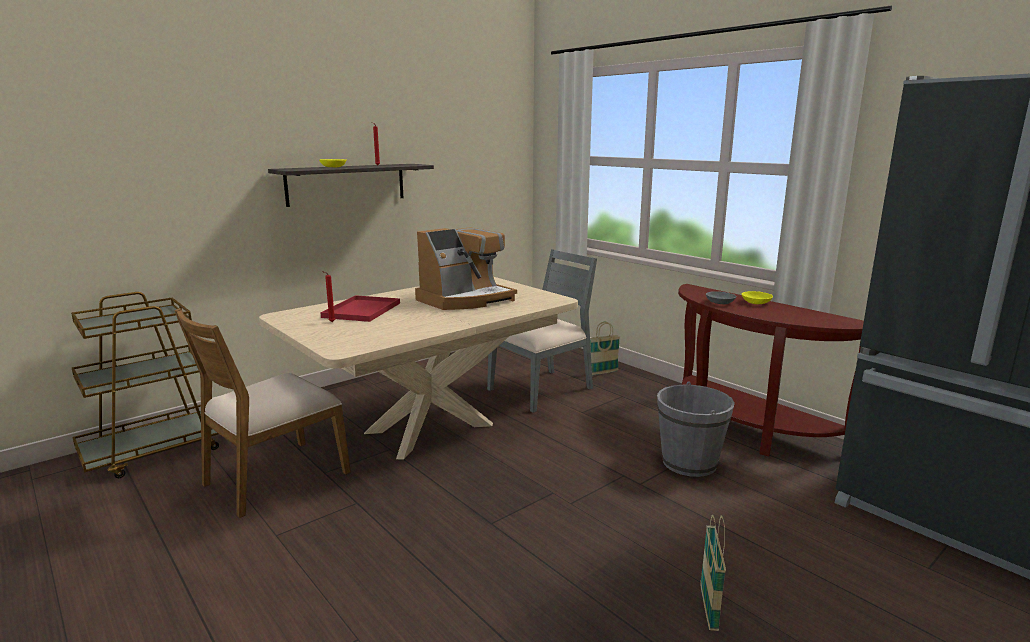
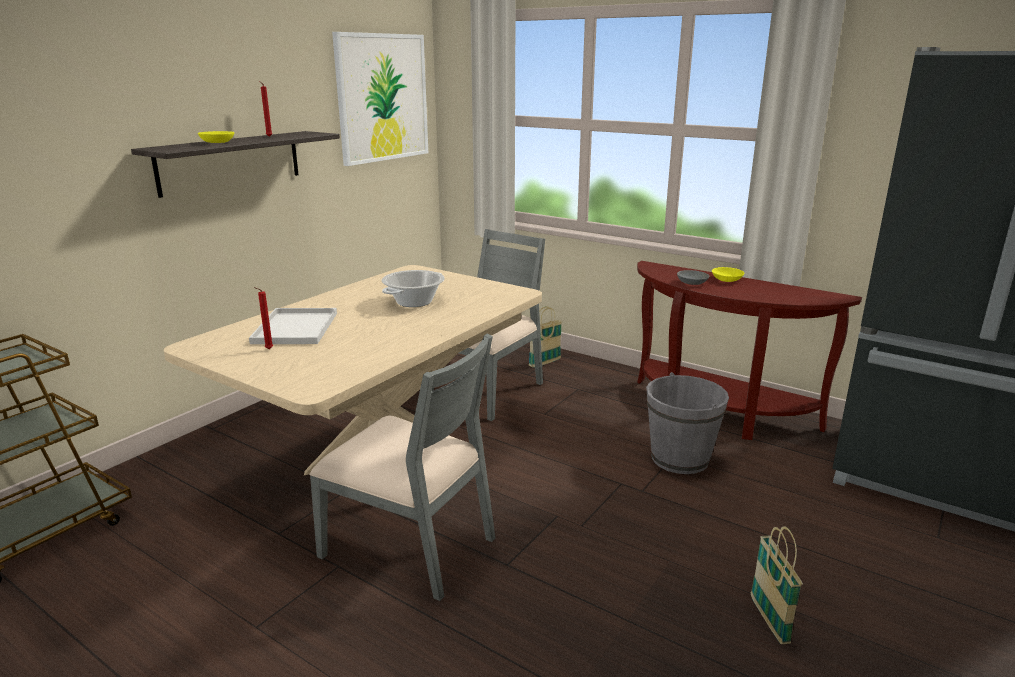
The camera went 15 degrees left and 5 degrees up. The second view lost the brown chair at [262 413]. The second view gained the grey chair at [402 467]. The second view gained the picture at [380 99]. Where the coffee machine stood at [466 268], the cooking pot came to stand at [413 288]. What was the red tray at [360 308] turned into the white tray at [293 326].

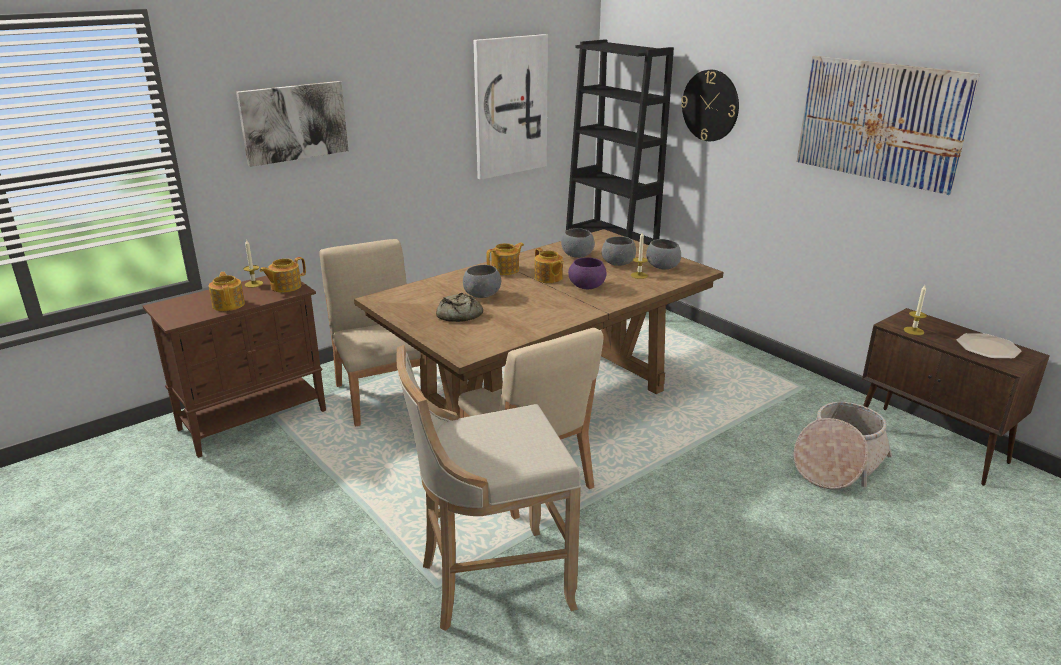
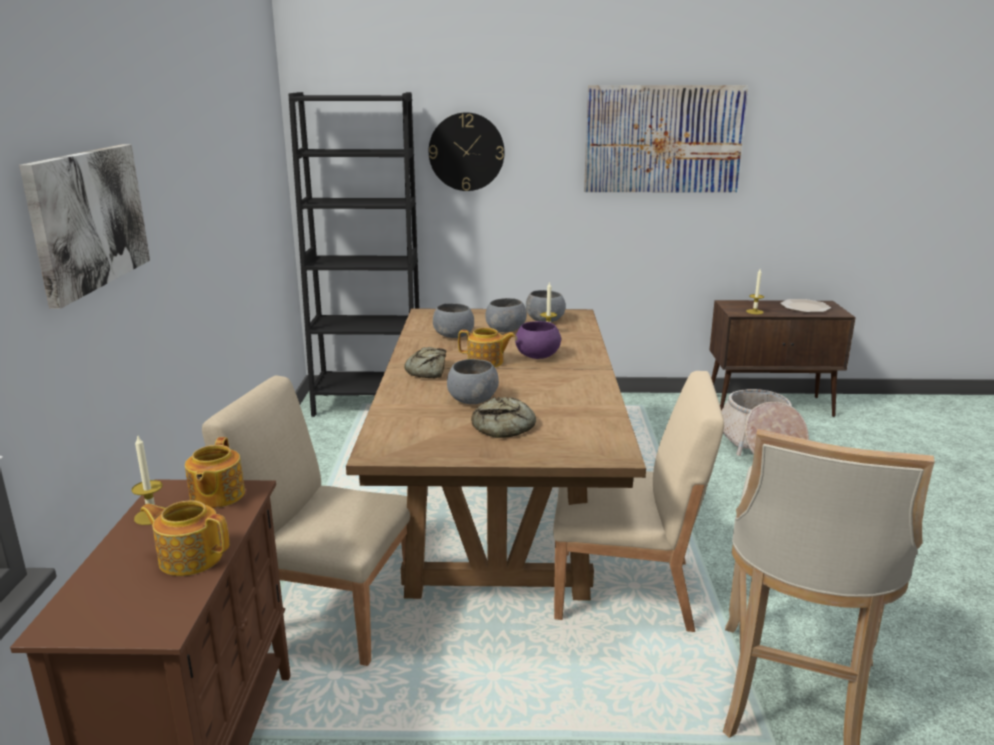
The camera went 50 degrees left and 5 degrees down. The second view lost the picture at [511 107]. Where the teapot stood at [505 258], the bread came to stand at [425 362].

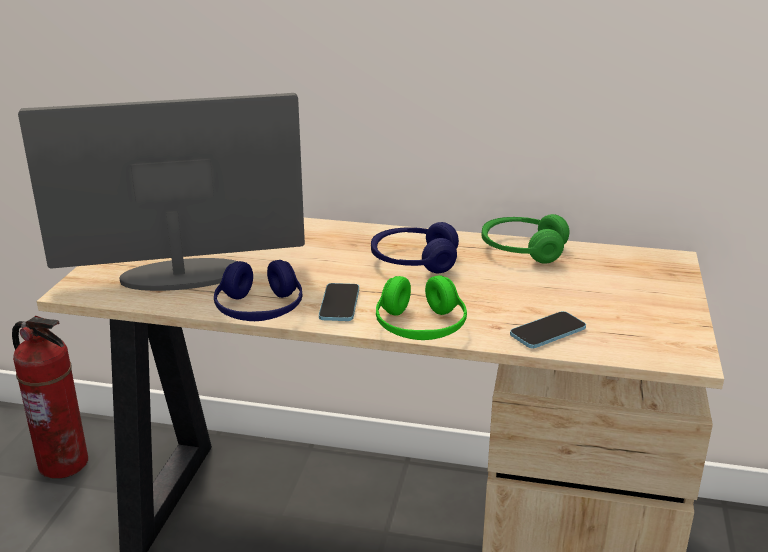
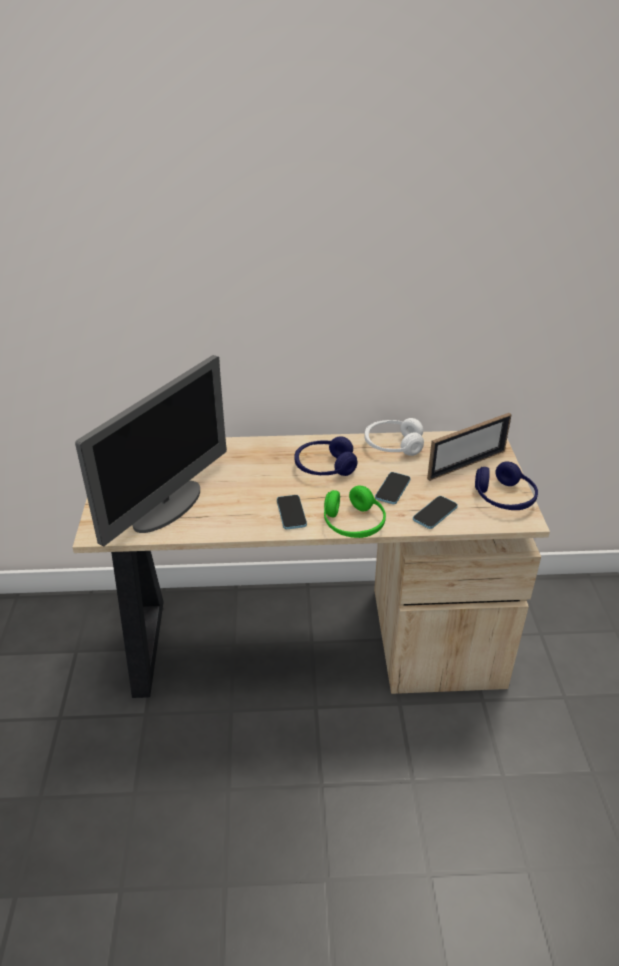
The camera went 15 degrees left and 10 degrees up. The second view lost the fire extinguisher at [50 397]. The second view gained the phone at [393 488]. The second view gained the picture frame at [469 447]. The blue headphones ended up elsewhere, having gone from [258 290] to [506 485]. What was the green headphones at [525 239] turned into the white headphones at [394 437]. The monitor at [161 192] ended up facing another way, 150 degrees clockwise from before.

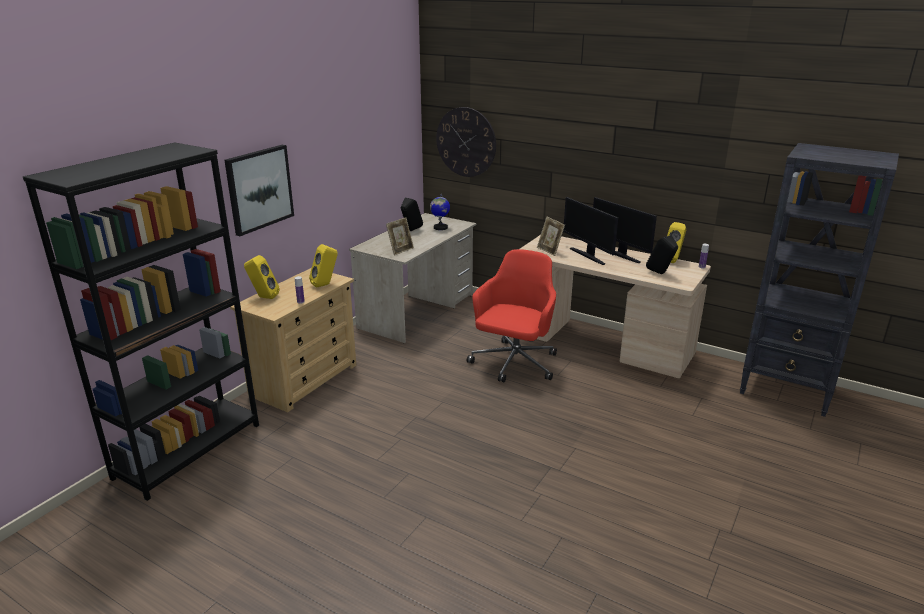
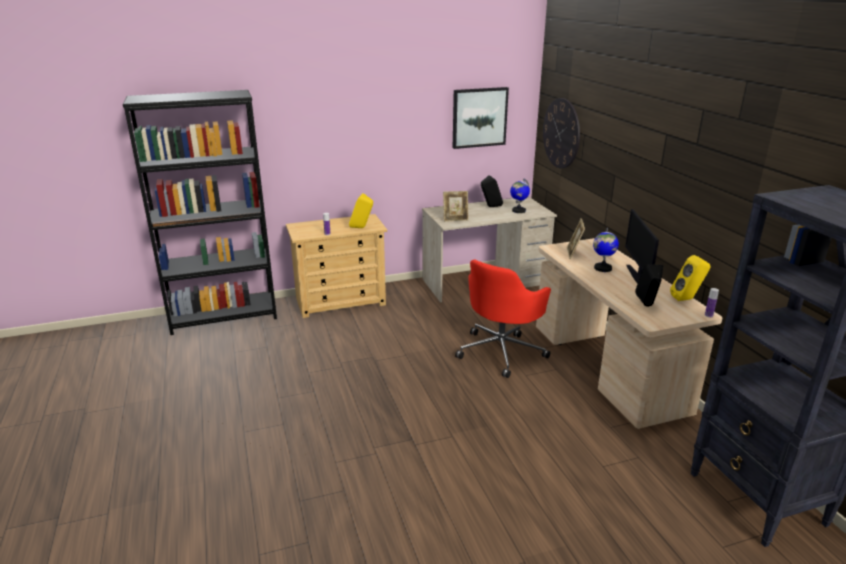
The camera went 40 degrees right and 0 degrees up. The second view lost the yellow speaker at [262 277]. The picture ended up elsewhere, having gone from [259 190] to [481 118]. Where the monitor stood at [590 231], the globe came to stand at [606 250]. The red office chair at [512 315] ended up facing another way, 150 degrees clockwise from before.

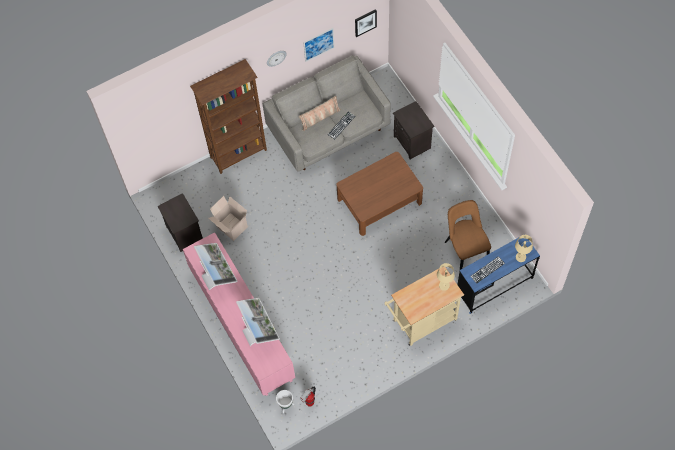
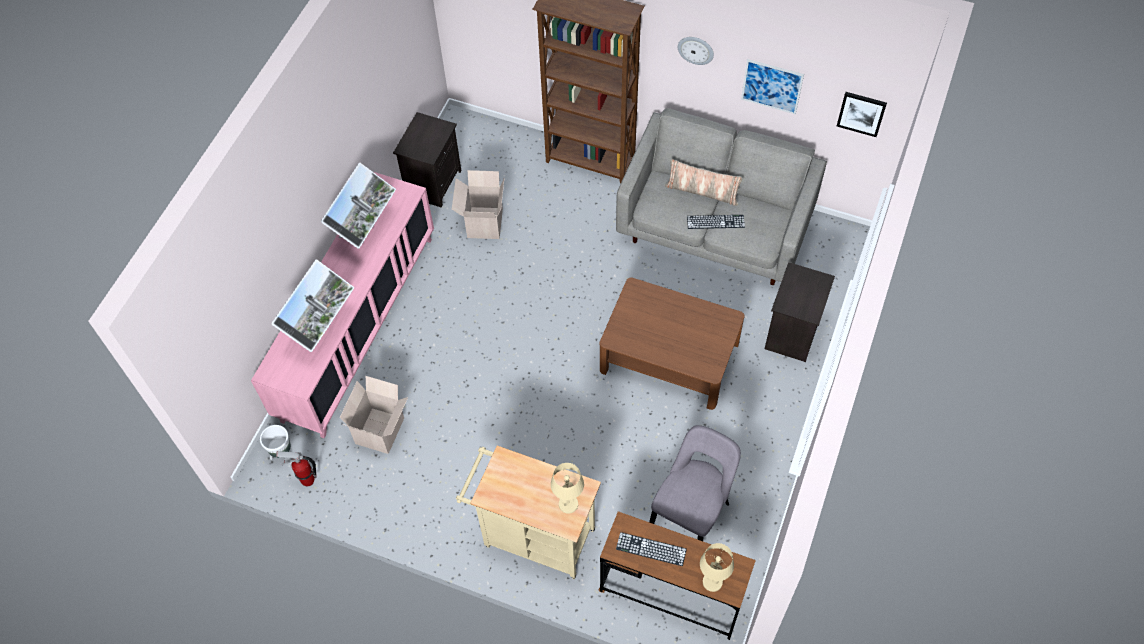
The camera went 50 degrees right and 5 degrees down. The second view gained the cardboard box at [374 415]. What was the brown chair at [468 235] turned into the grey chair at [695 483]. What was the blue desk at [498 274] turned into the brown desk at [677 575].

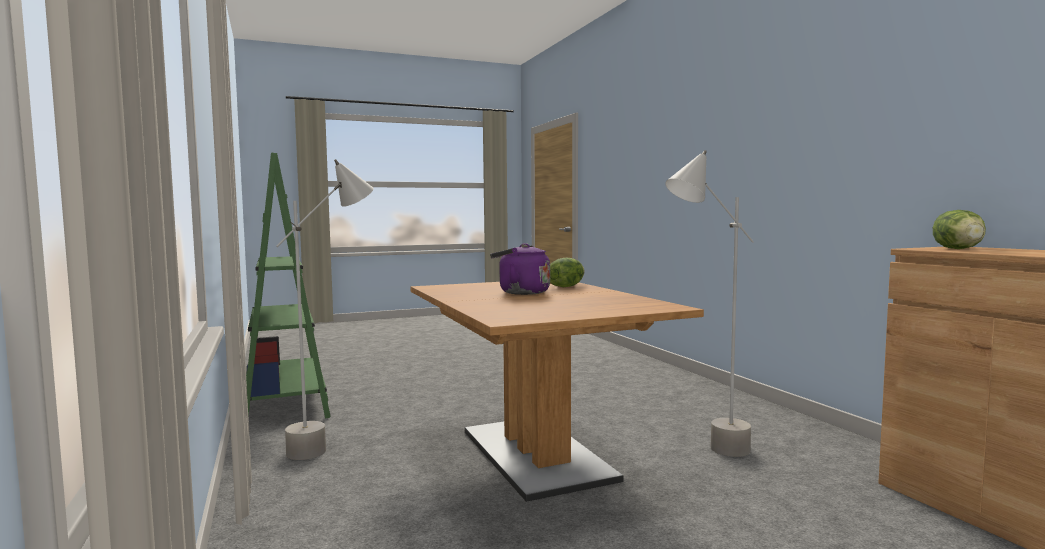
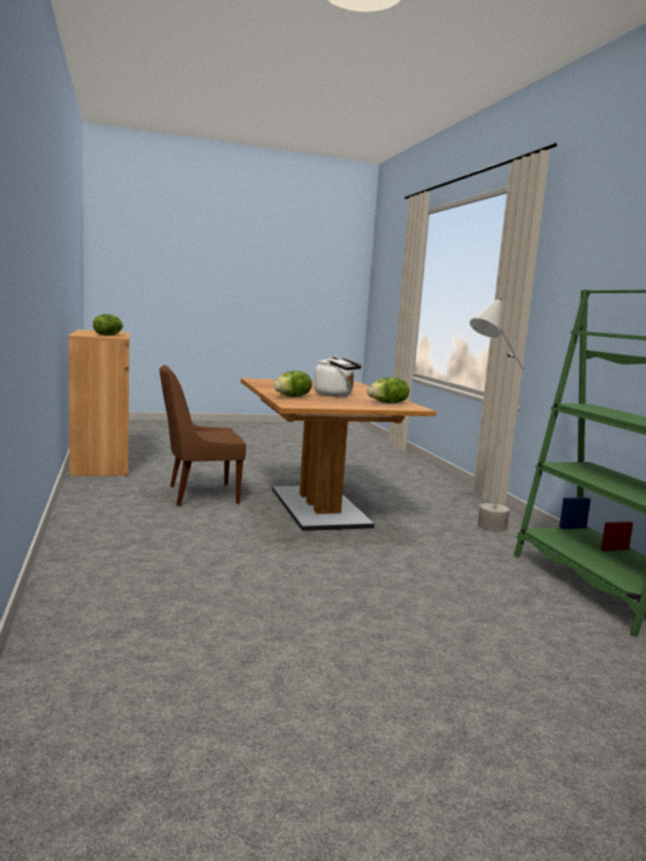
The camera went 175 degrees left and 5 degrees up. The second view gained the lettuce at [388 390]. Where the grey floor lamp stood at [709 303], the brown chair came to stand at [202 435]. What was the purple kettle at [520 269] turned into the white kettle at [338 376].

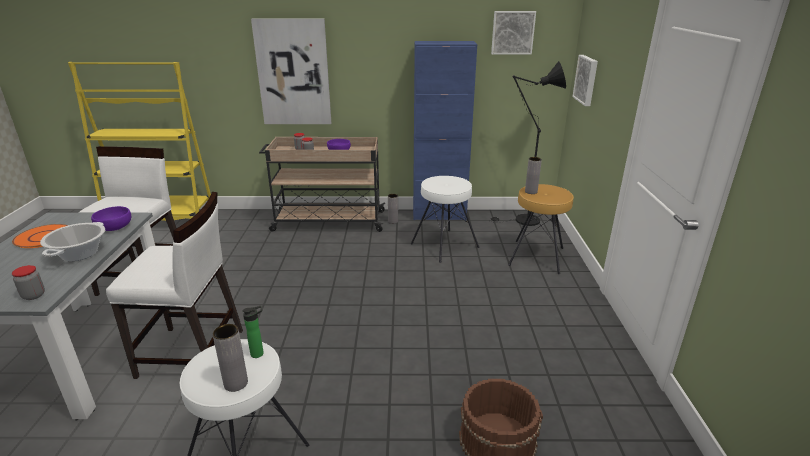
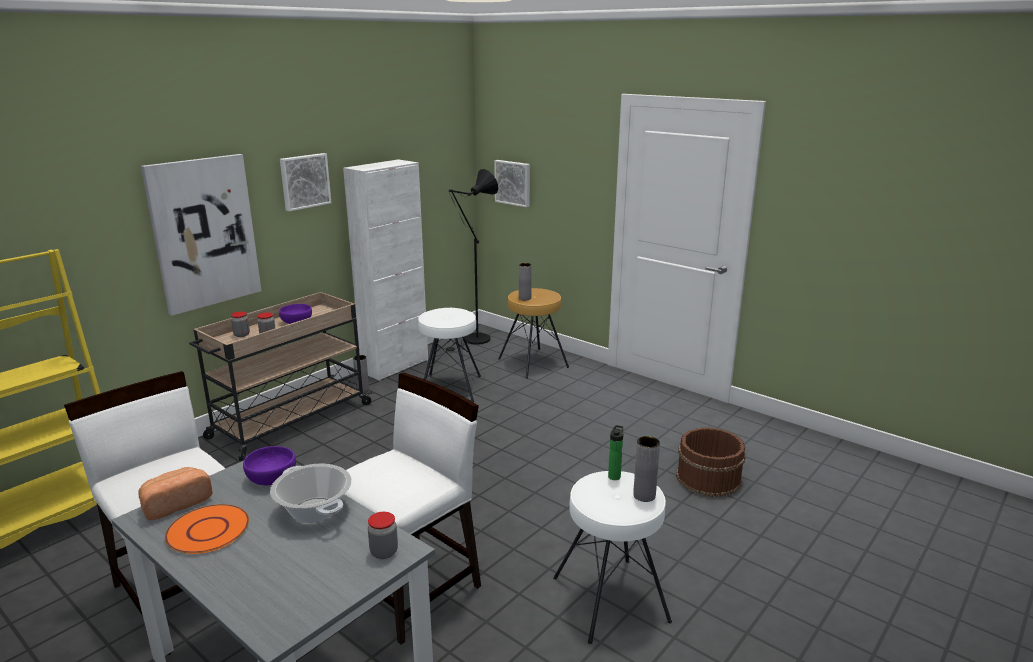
The camera went 50 degrees left and 5 degrees down. The second view gained the bread at [176 493]. The picture ended up elsewhere, having gone from [513 33] to [305 182]. What was the blue cabinet at [445 130] turned into the white cabinet at [385 270].

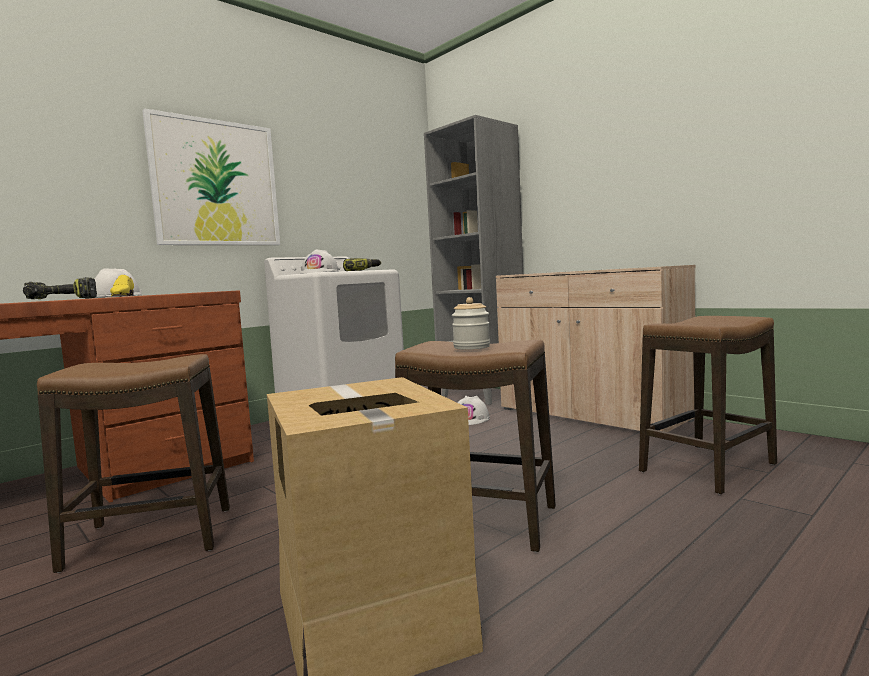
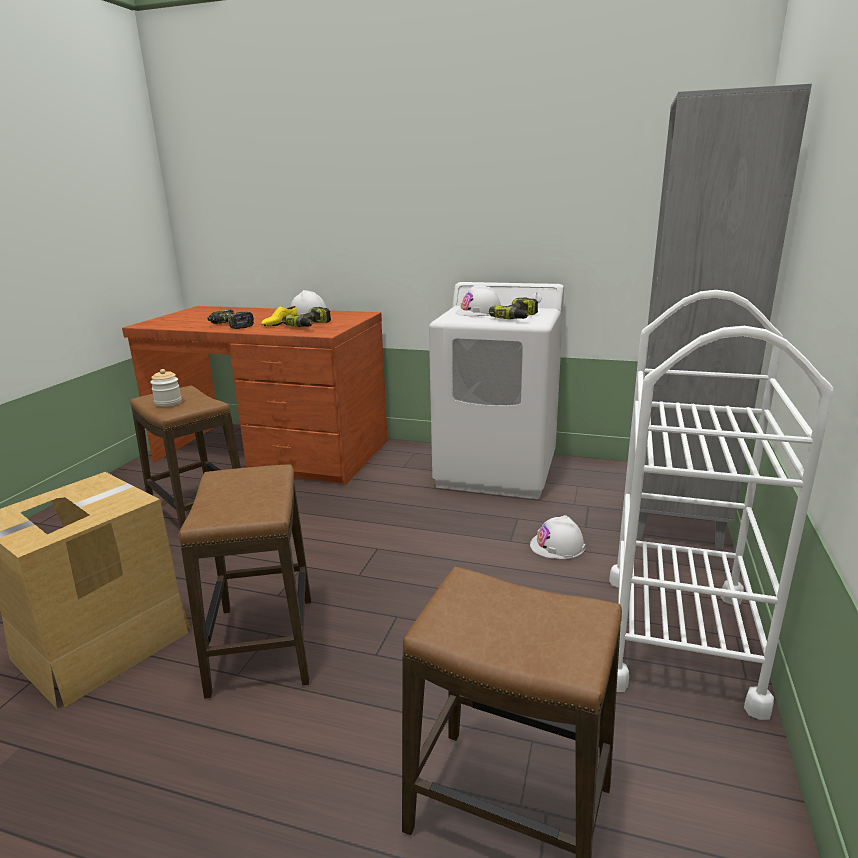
The camera went 60 degrees right and 15 degrees up. The second view lost the picture at [211 176]. The second view gained the power drill at [306 317]. The jar ended up elsewhere, having gone from [471 323] to [166 387]. Where the beige cabinet stood at [595 348], the white cart came to stand at [721 505].

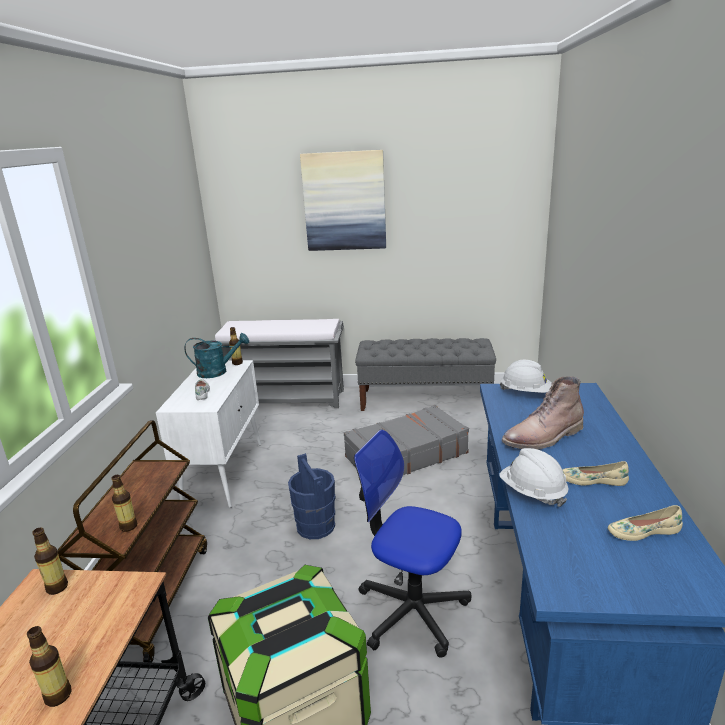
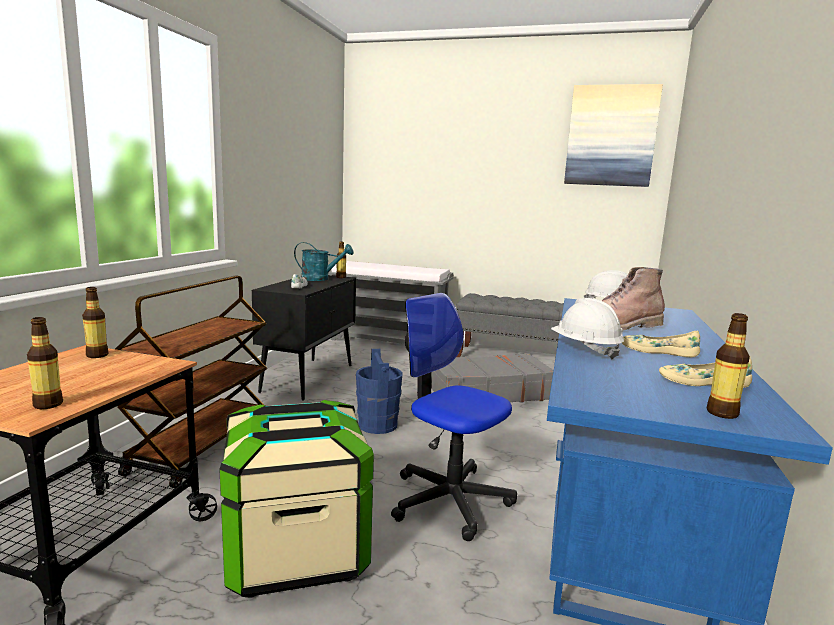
The camera went 10 degrees right and 10 degrees down. The bottle ended up elsewhere, having gone from [124 503] to [728 366]. The picture ended up elsewhere, having gone from [343 200] to [613 135]. What was the white cabinet at [208 434] turned into the black cabinet at [304 338].

